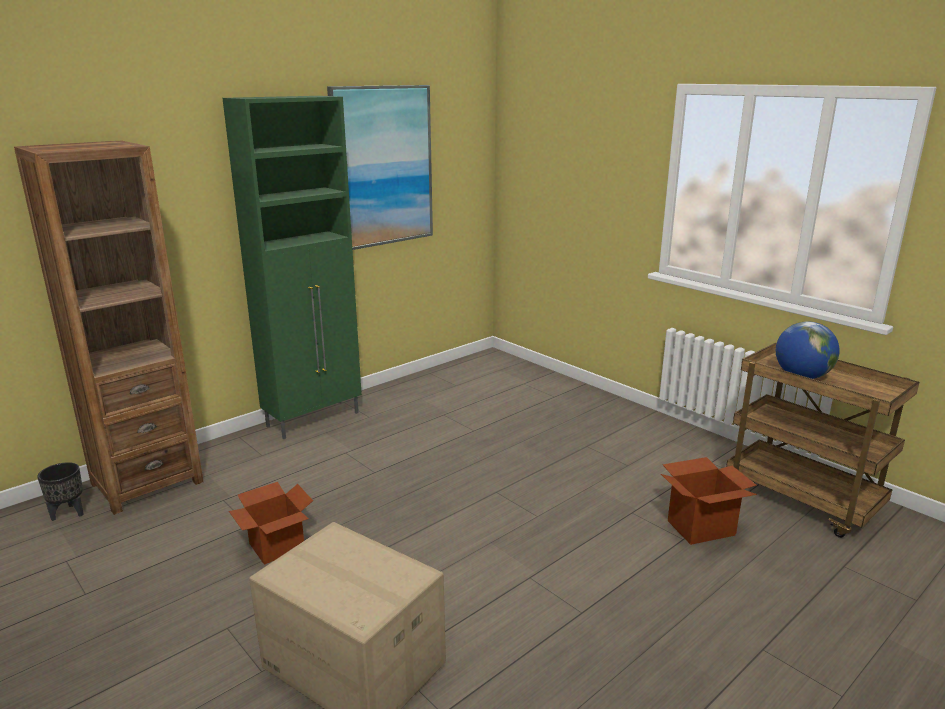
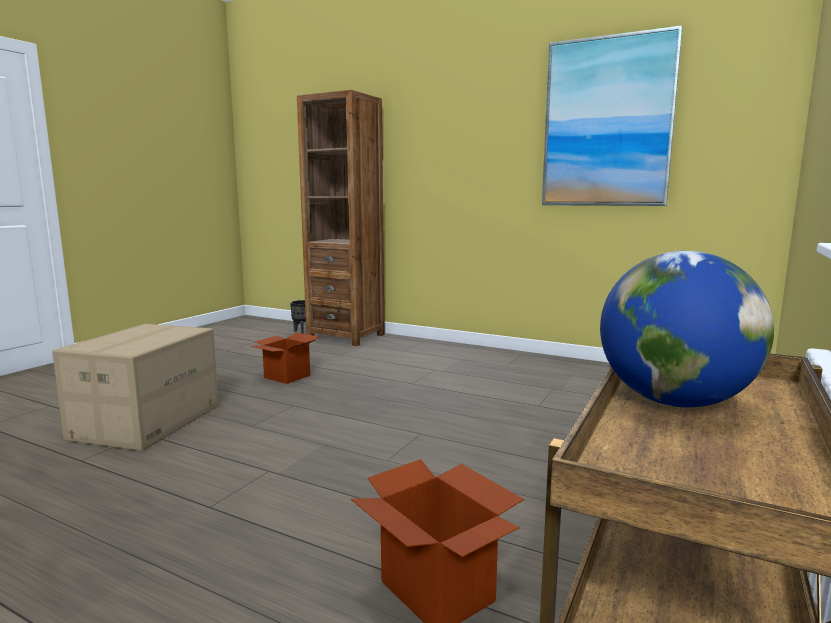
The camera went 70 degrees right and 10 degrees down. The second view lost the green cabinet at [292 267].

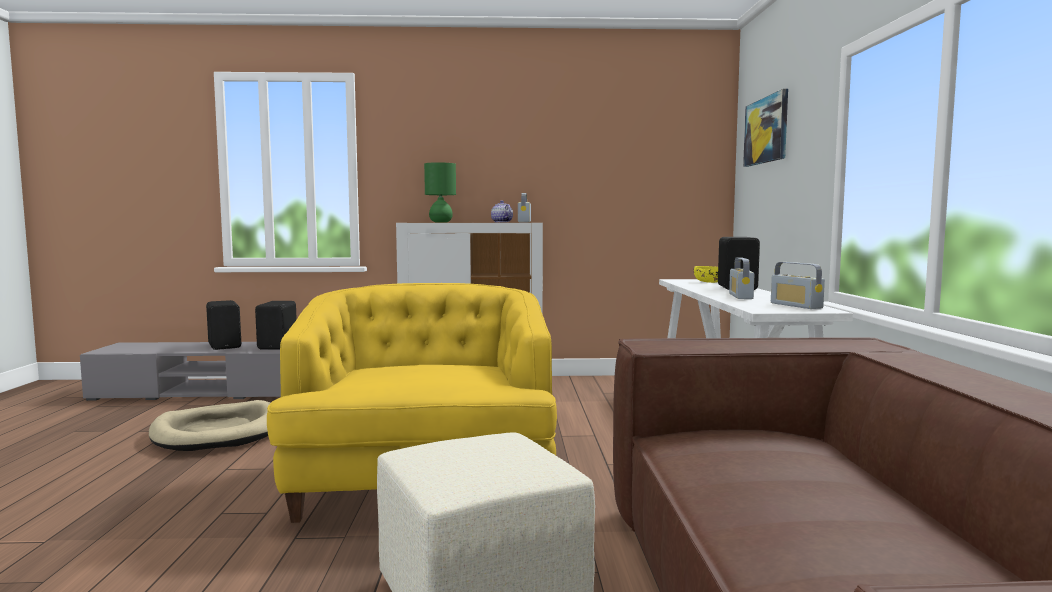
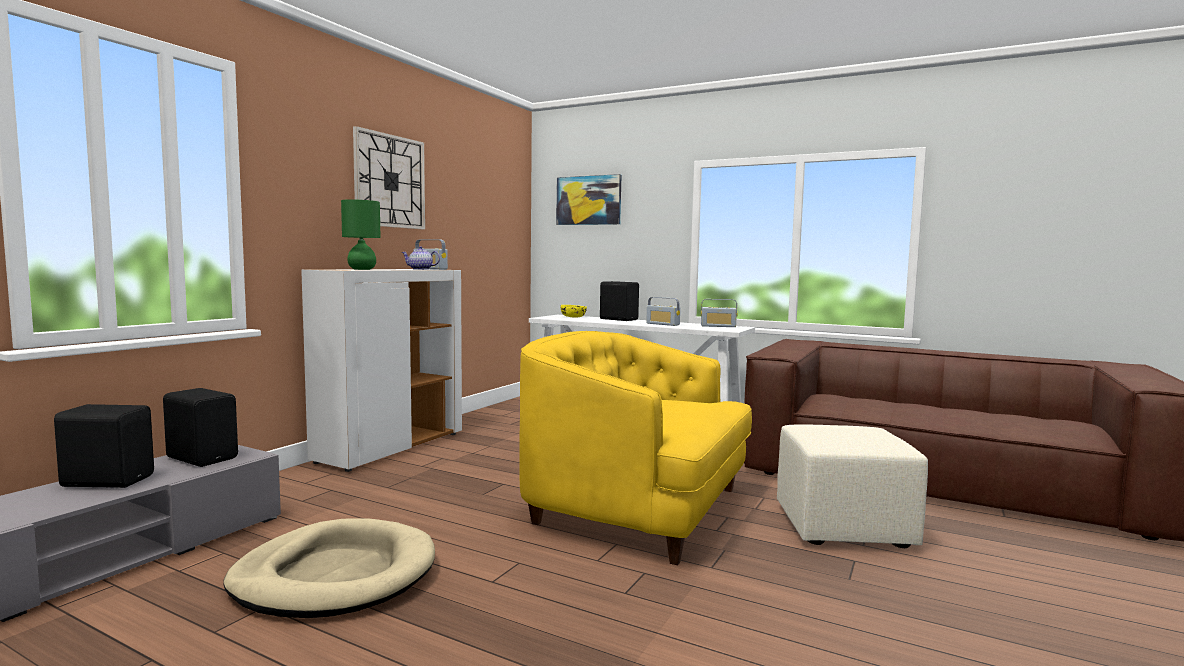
The camera went 60 degrees left and 0 degrees up. The second view gained the wall clock at [389 177].

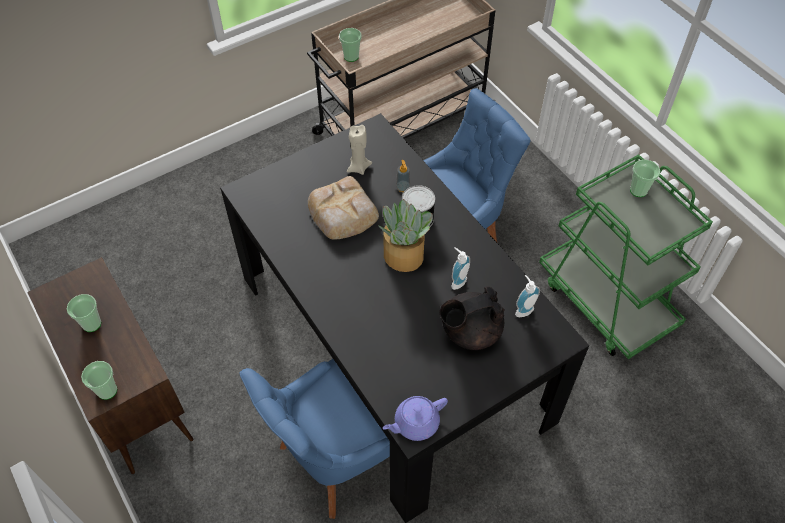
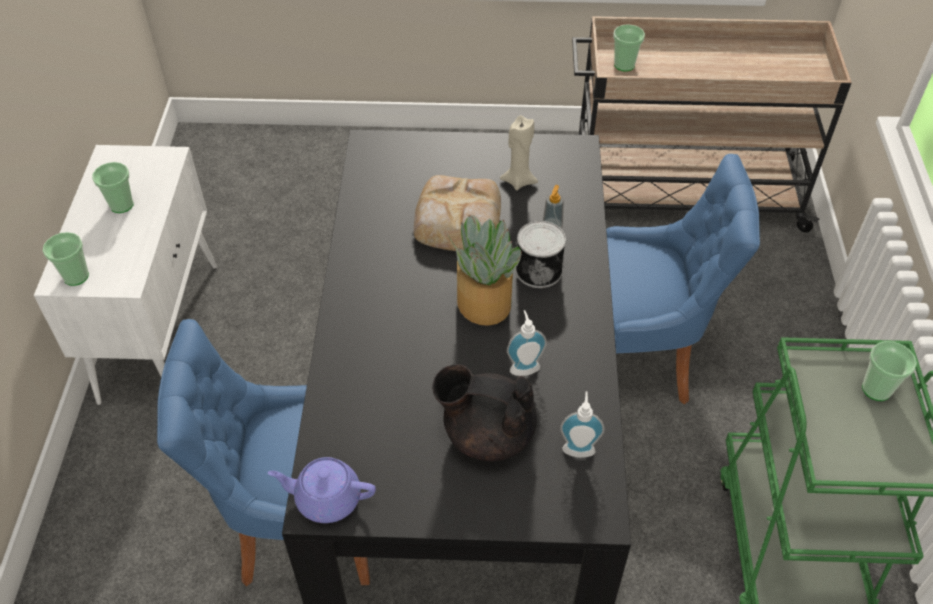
The camera went 35 degrees right and 5 degrees down. What was the brown cabinet at [110 365] turned into the white cabinet at [125 275].

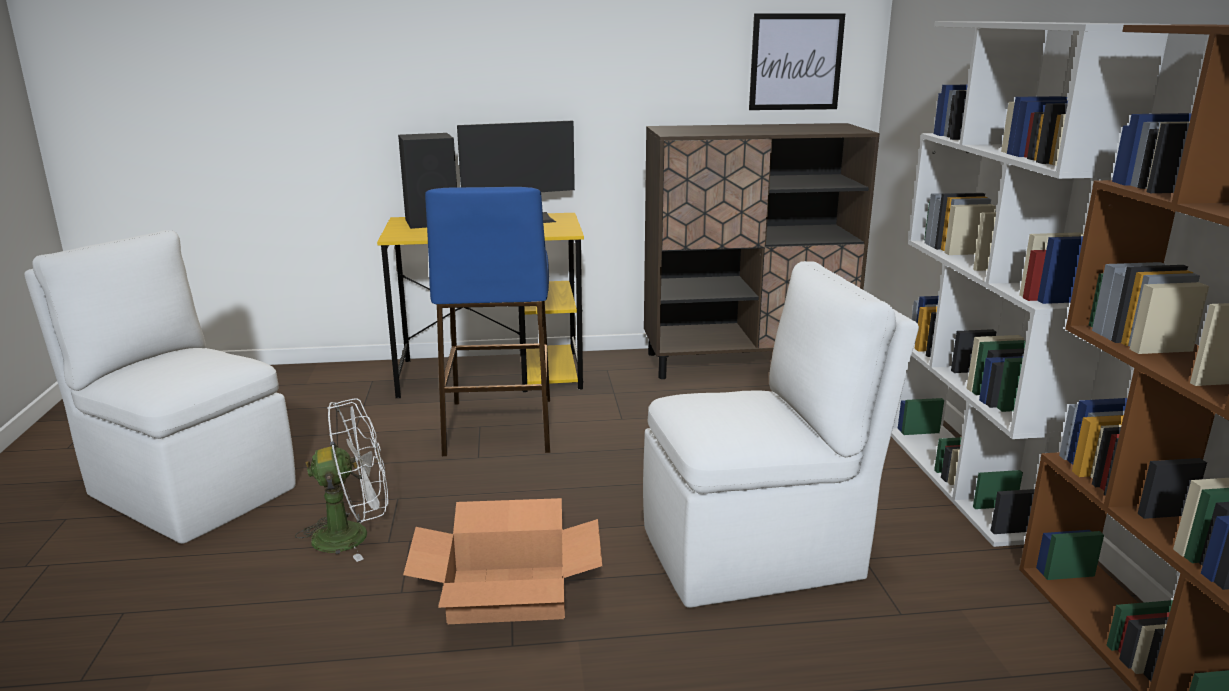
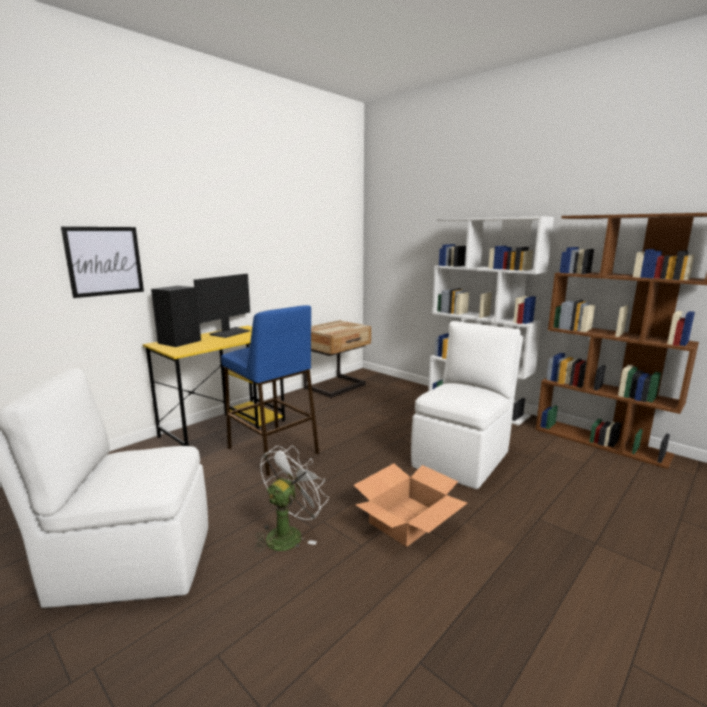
The camera went 40 degrees left and 5 degrees down. The picture ended up elsewhere, having gone from [797 61] to [102 262]. Where the brown cabinet stood at [762 251], the beige nightstand came to stand at [337 359].

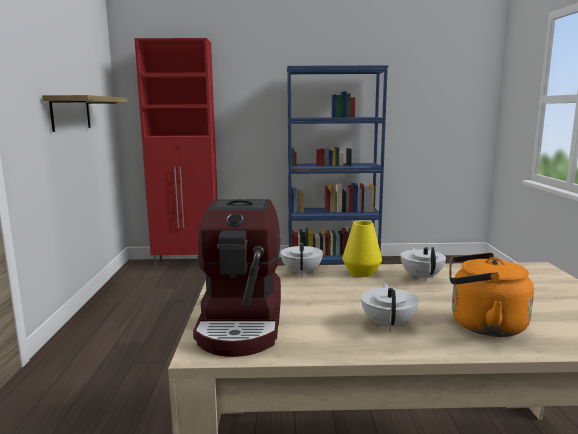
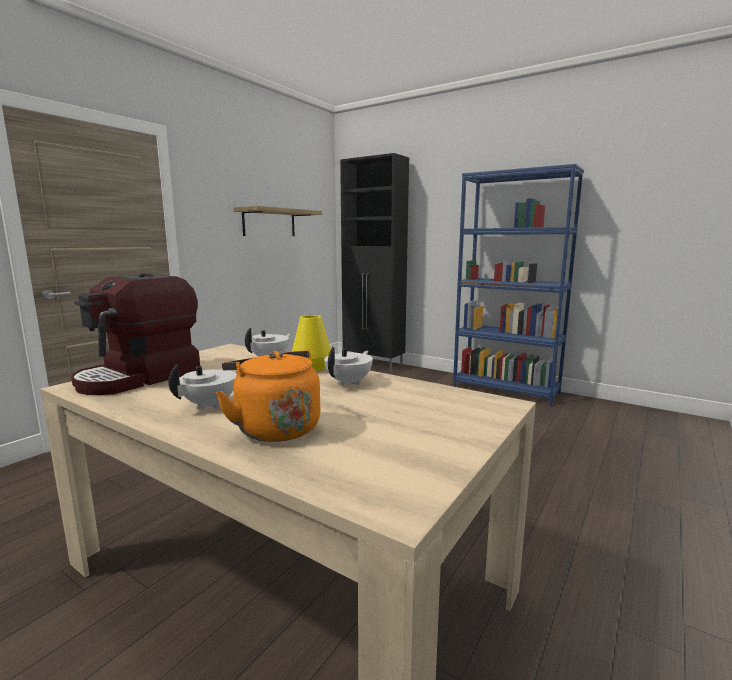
The camera went 35 degrees right and 0 degrees up. What was the red cabinet at [176 153] turned into the black cabinet at [374 262].

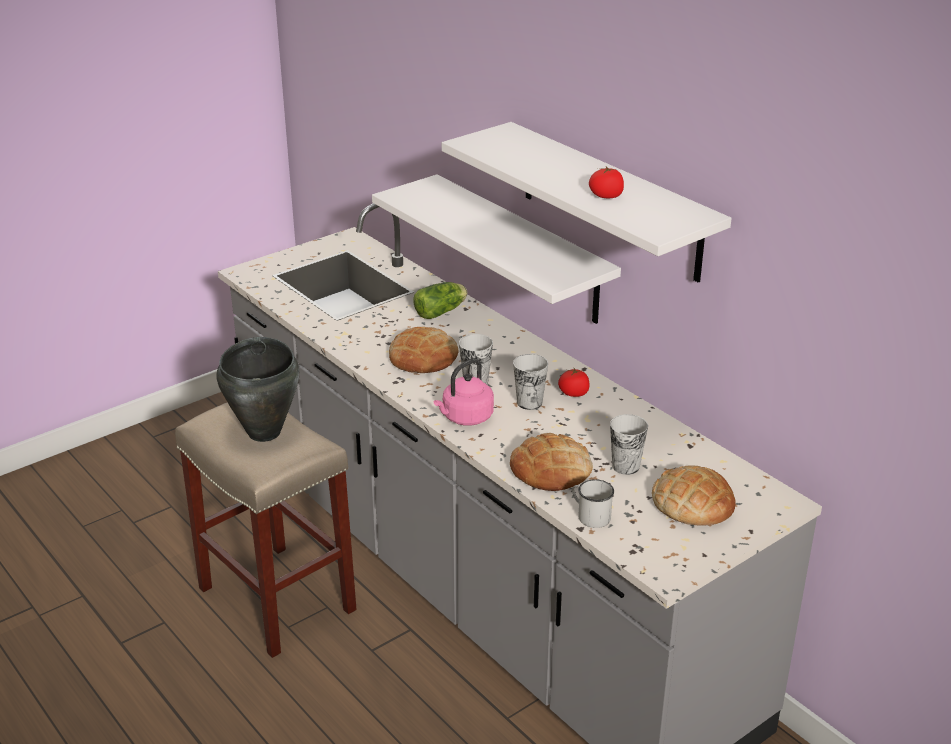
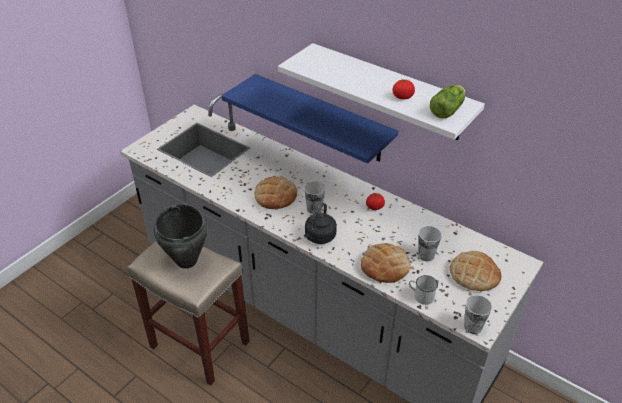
The camera went 15 degrees left and 10 degrees up. The lettuce ended up elsewhere, having gone from [440 300] to [447 101]. The cup ended up elsewhere, having gone from [530 382] to [478 314]. What was the white shelf at [496 249] turned into the blue shelf at [309 119]. What was the pink kettle at [464 392] turned into the black kettle at [320 223].

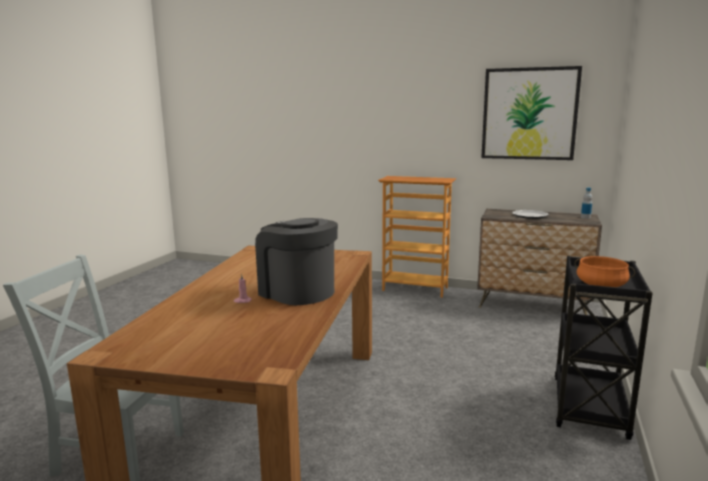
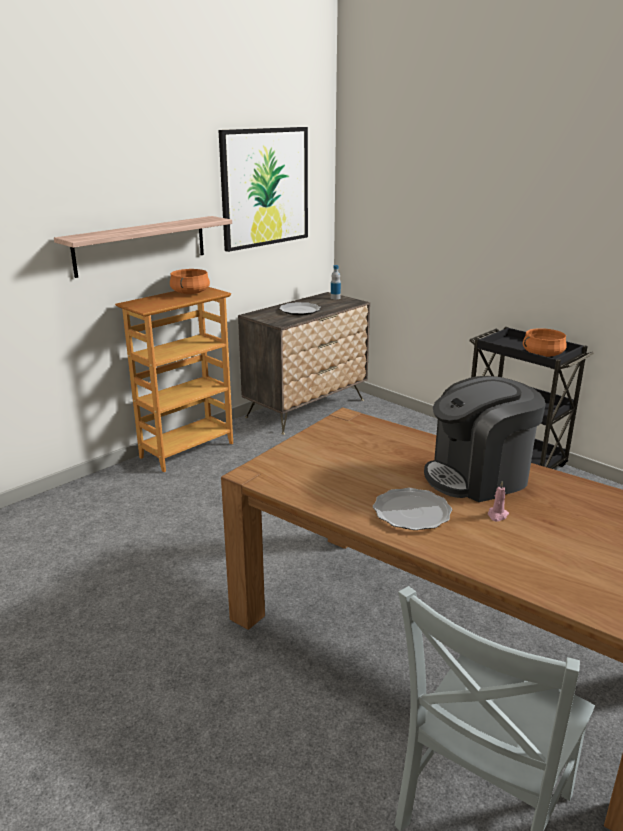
The camera went 65 degrees left and 10 degrees up. The second view gained the shelf at [143 247]. The second view gained the orange cooking pot at [190 281]. The second view gained the plate at [412 509].

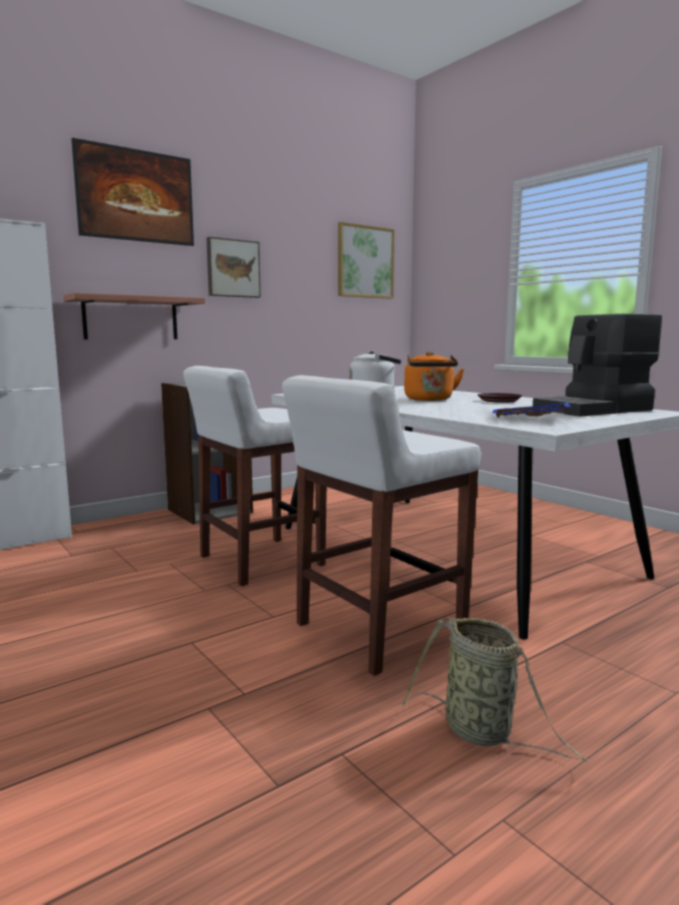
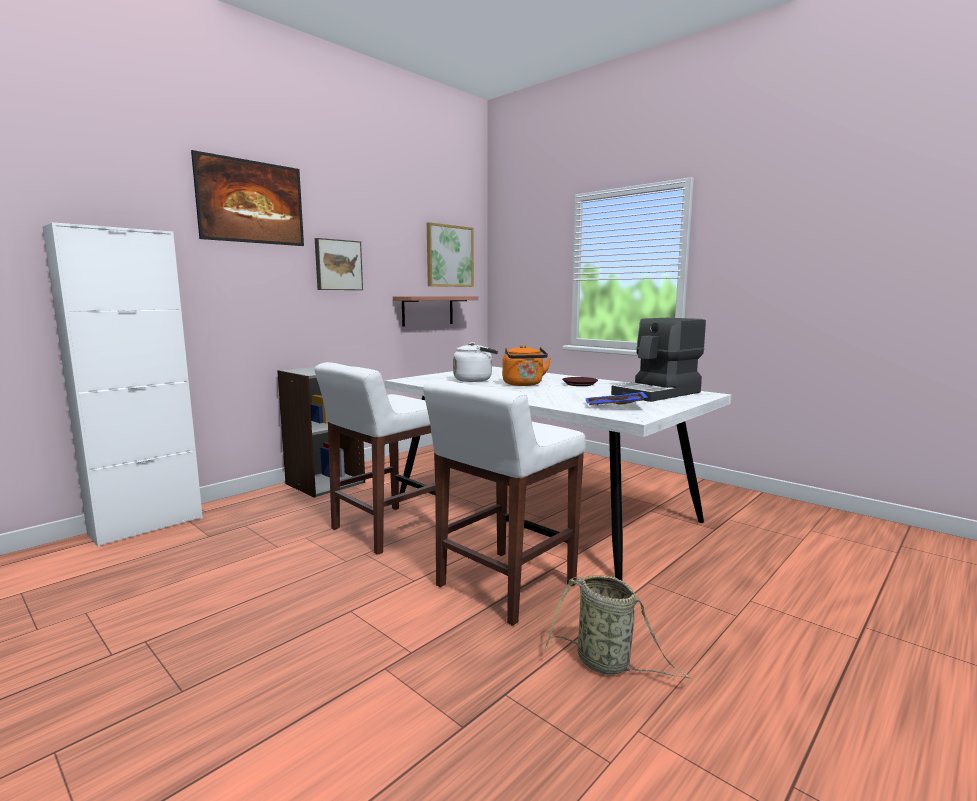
The camera went 10 degrees left and 0 degrees up. The shelf ended up elsewhere, having gone from [134 316] to [435 311].

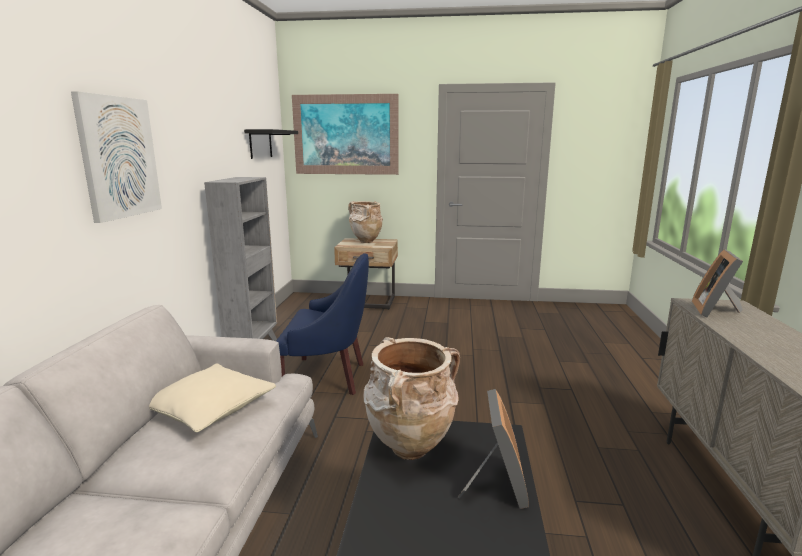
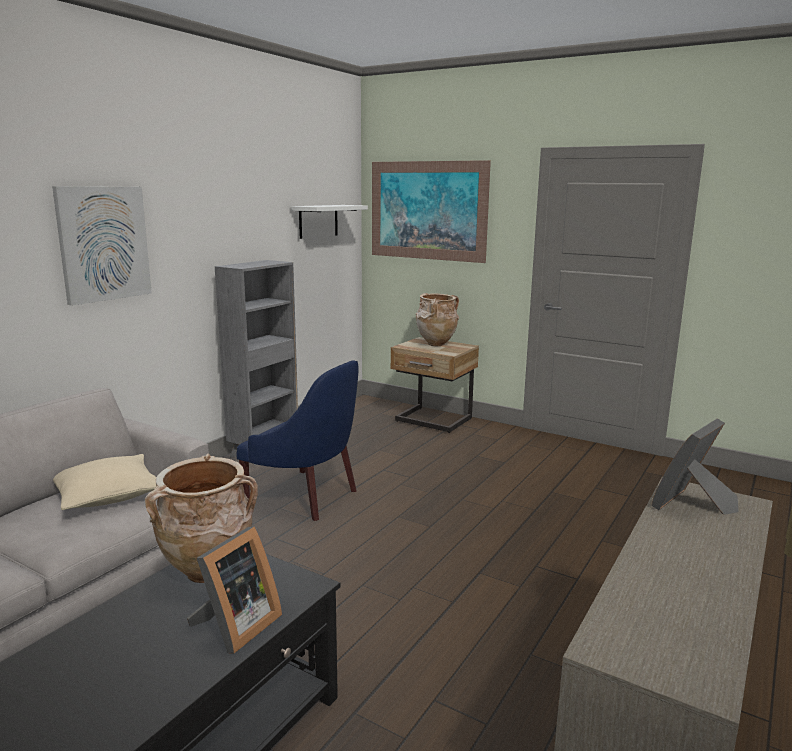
The camera went 25 degrees right and 0 degrees up. What was the black shelf at [271 144] turned into the white shelf at [329 222].

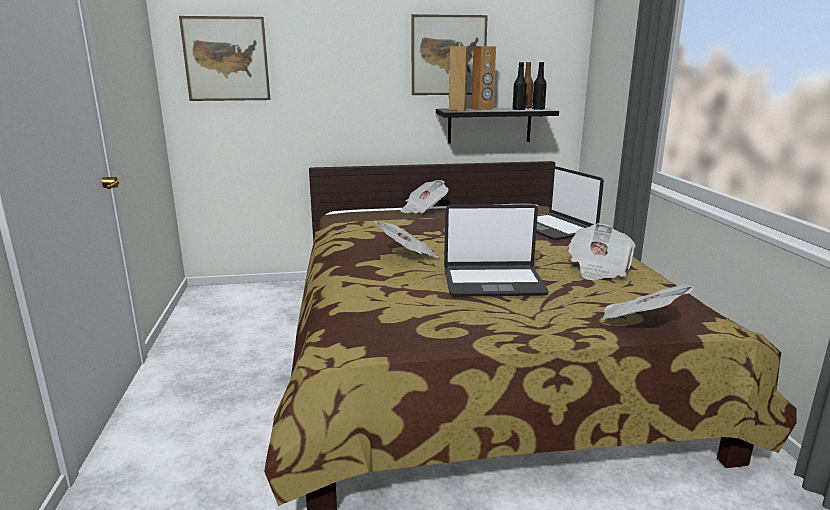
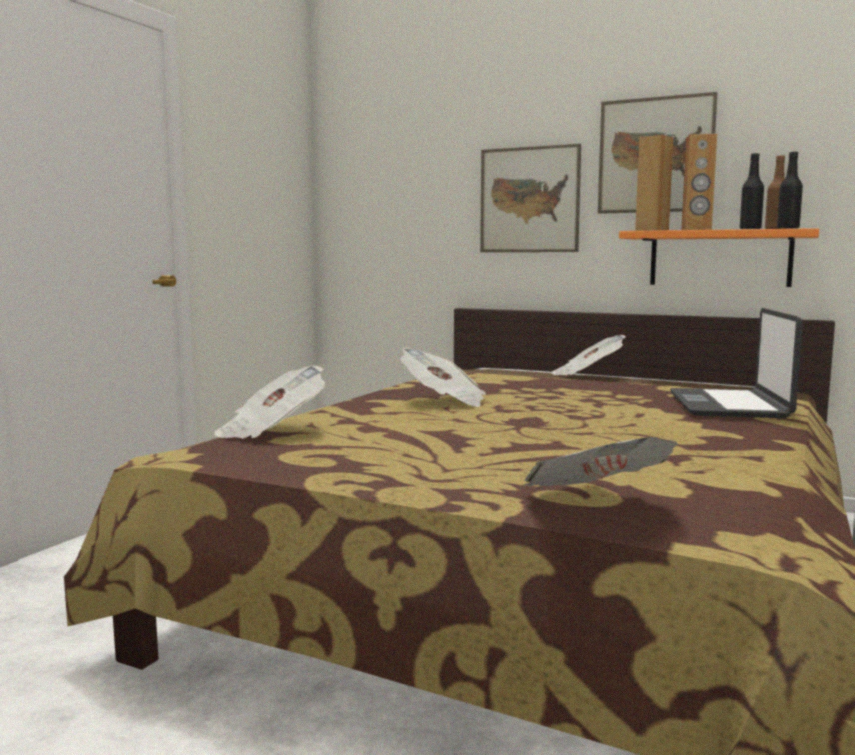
The camera went 35 degrees right and 10 degrees down. The second view lost the laptop at [496 250]. The picture ended up elsewhere, having gone from [224 58] to [530 198]. The newspaper ended up elsewhere, having gone from [601 251] to [269 402]. What was the black shelf at [497 126] turned into the orange shelf at [719 257].

